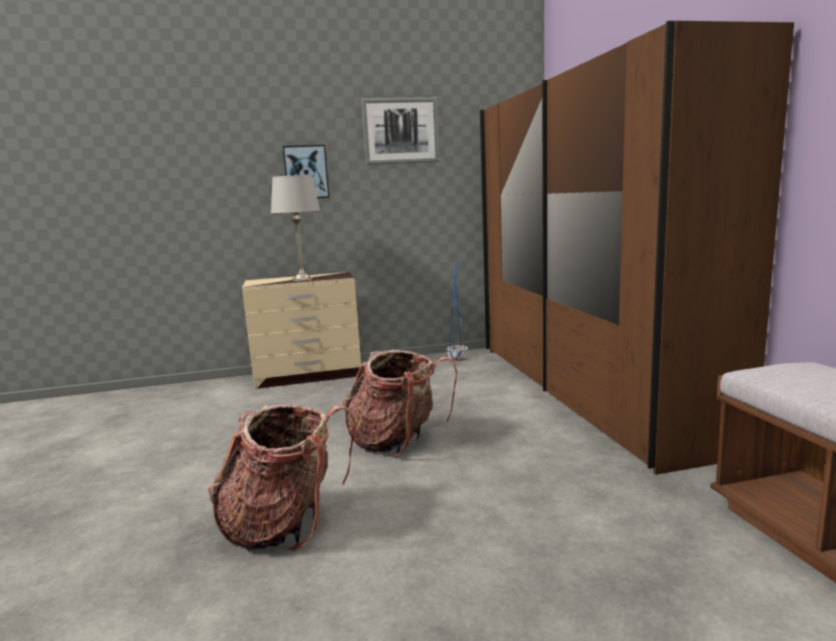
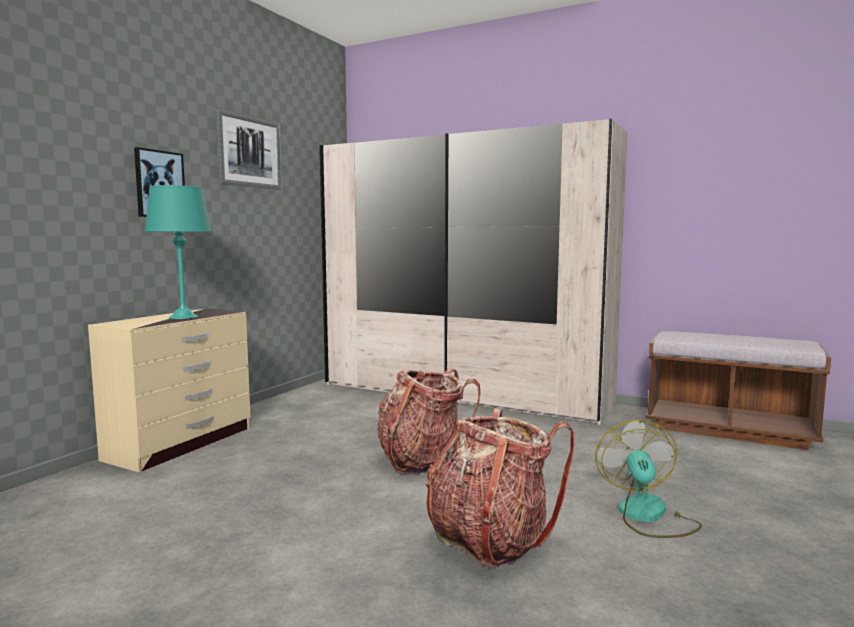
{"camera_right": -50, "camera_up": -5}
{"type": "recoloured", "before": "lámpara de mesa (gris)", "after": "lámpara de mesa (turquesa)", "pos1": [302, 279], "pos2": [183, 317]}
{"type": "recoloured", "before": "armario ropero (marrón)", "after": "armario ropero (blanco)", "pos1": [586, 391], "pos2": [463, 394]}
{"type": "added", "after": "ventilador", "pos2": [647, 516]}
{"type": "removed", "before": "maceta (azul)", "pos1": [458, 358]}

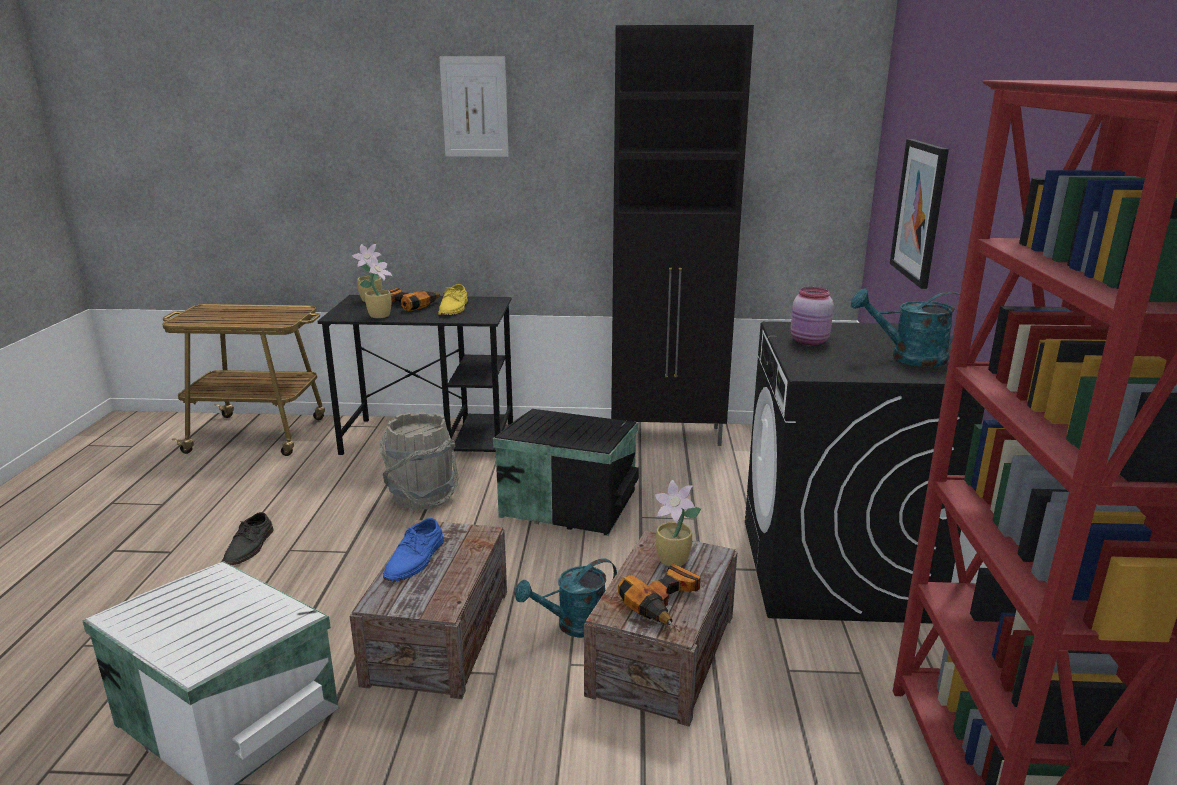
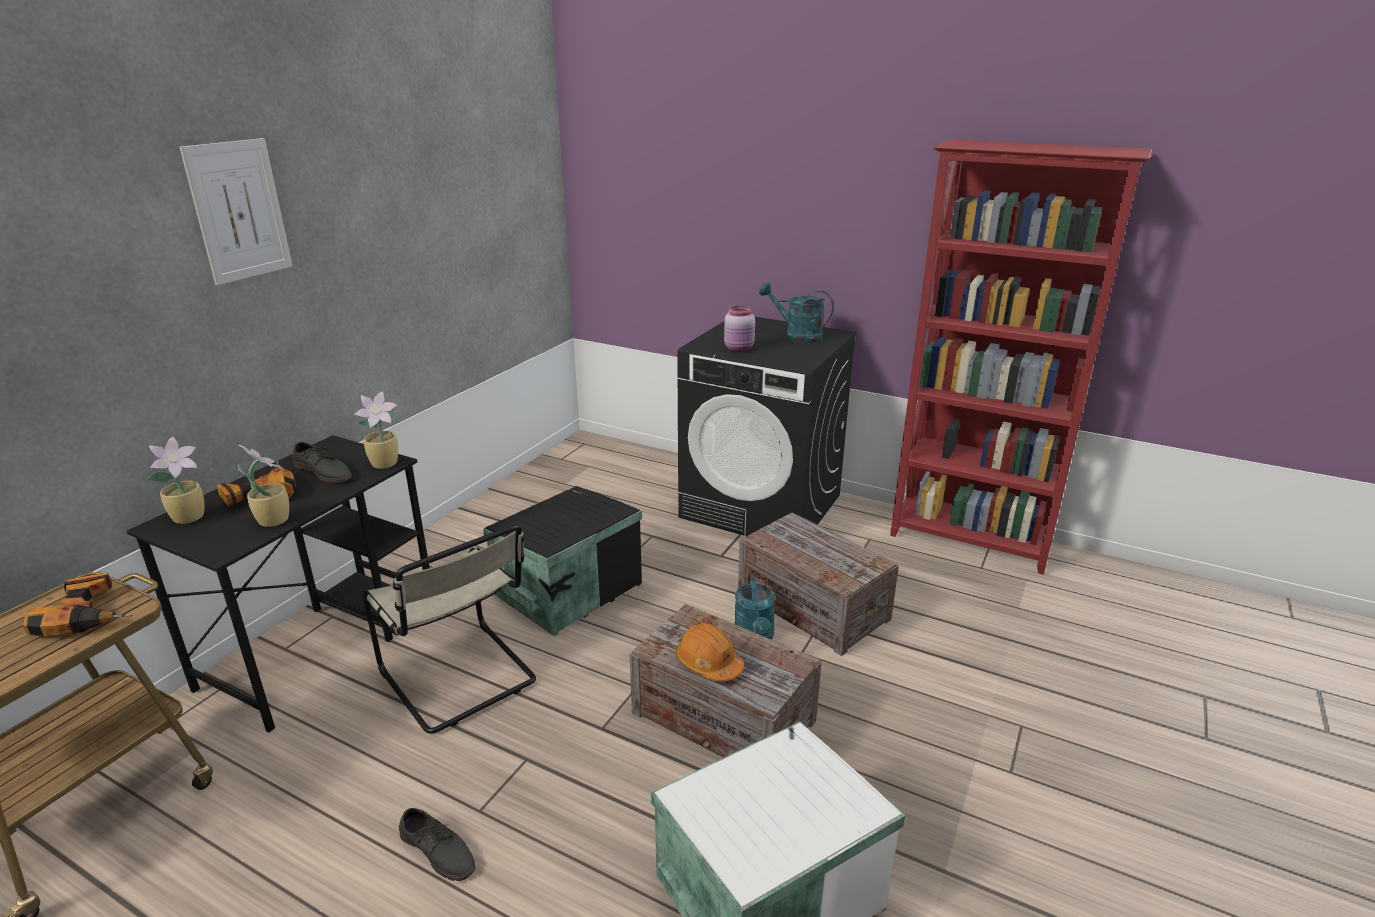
{"camera_right": -65, "camera_up": 5}
{"type": "moved", "before": "taladro", "pos1": [667, 605], "pos2": [90, 613]}
{"type": "recoloured", "before": "zapato (amarillo)", "after": "zapato (gris)", "pos1": [454, 308], "pos2": [324, 471]}
{"type": "moved", "before": "planta en maceta", "pos1": [673, 561], "pos2": [386, 464]}
{"type": "replaced", "before": "cubo (gris)", "after": "silla (beis)", "pos1": [422, 497], "pos2": [461, 679]}
{"type": "replaced", "before": "zapato (azul)", "after": "casco (naranja)", "pos1": [415, 559], "pos2": [708, 663]}
{"type": "turned", "before": "regadera (turquesa)", "pos1": [908, 358], "pos2": [797, 335], "turn": 90}
{"type": "removed", "before": "armario (negro)", "pos1": [668, 435]}
{"type": "removed", "before": "cuadro", "pos1": [919, 211]}

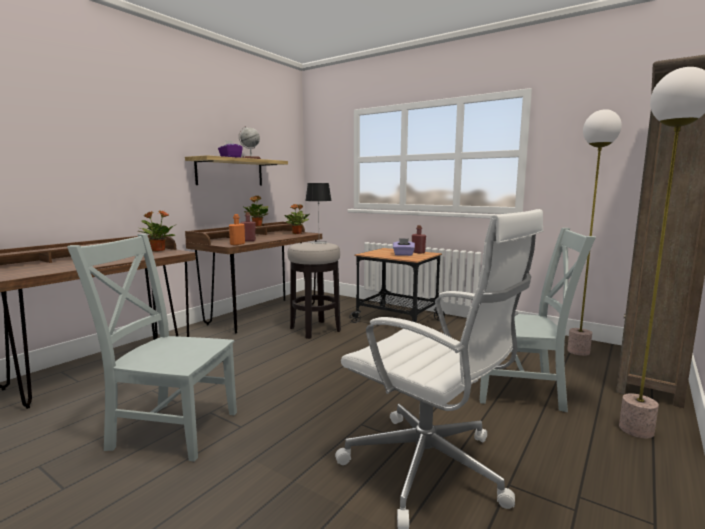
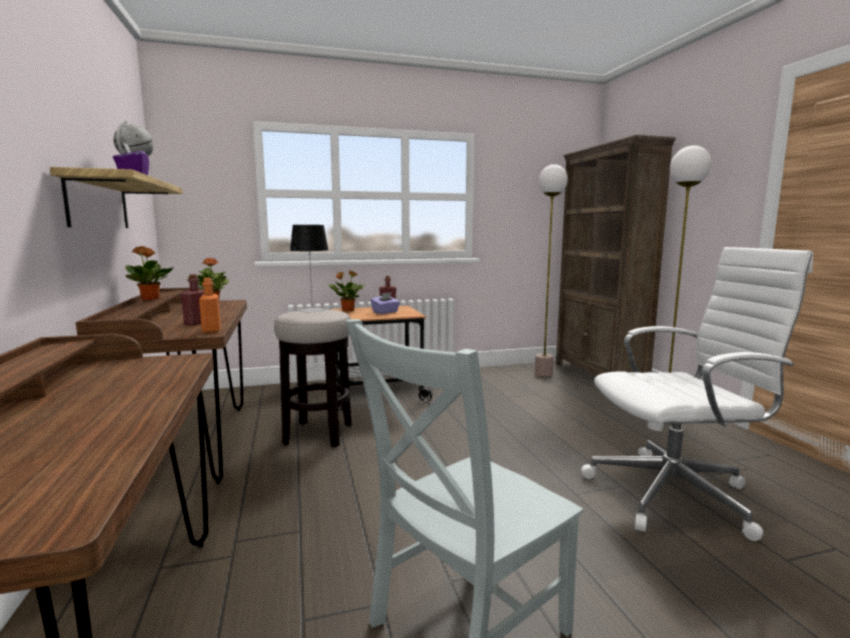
{"camera_right": -50, "camera_up": 0}
{"type": "moved", "before": "planta en maceta", "pos1": [158, 250], "pos2": [347, 310]}
{"type": "removed", "before": "silla (gris)", "pos1": [521, 390]}

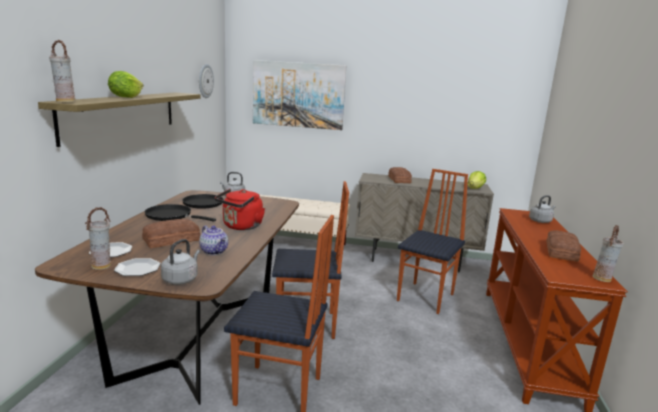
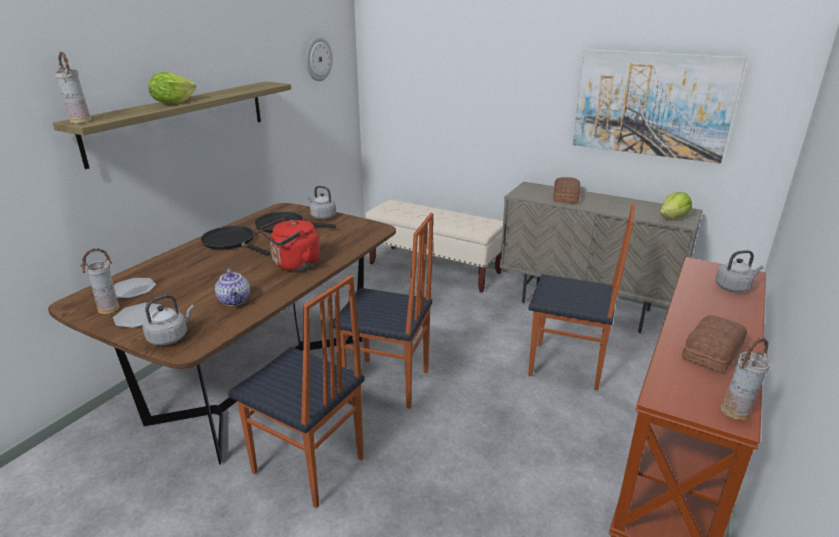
{"camera_right": 20, "camera_up": 10}
{"type": "turned", "before": "silla", "pos1": [426, 297], "pos2": [566, 367], "turn": 60}
{"type": "moved", "before": "cuadro", "pos1": [298, 95], "pos2": [652, 104]}
{"type": "removed", "before": "pan", "pos1": [170, 240]}

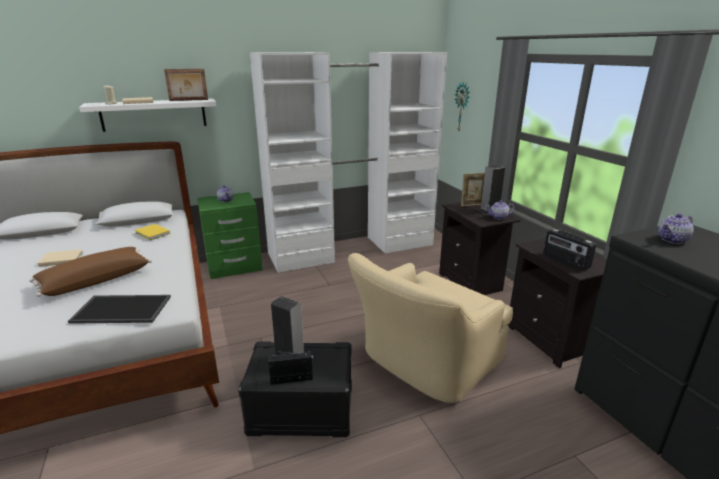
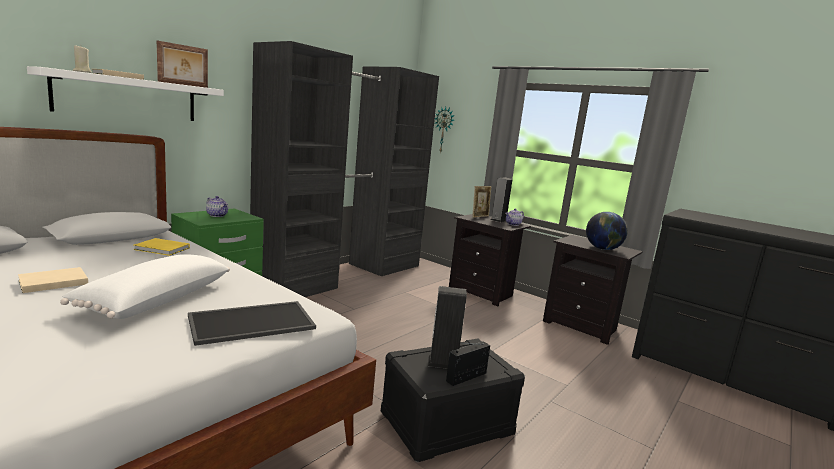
{"camera_right": -30, "camera_up": -10}
{"type": "recoloured", "before": "cojín (marrón)", "after": "cojín (blanco)", "pos1": [96, 280], "pos2": [154, 300]}
{"type": "recoloured", "before": "armario ropero (blanco)", "after": "armario ropero (negro)", "pos1": [353, 249], "pos2": [344, 275]}
{"type": "replaced", "before": "radio", "after": "globo terráqueo", "pos1": [565, 261], "pos2": [603, 249]}
{"type": "removed", "before": "sillón (beis)", "pos1": [424, 363]}
{"type": "removed", "before": "tetera", "pos1": [672, 240]}

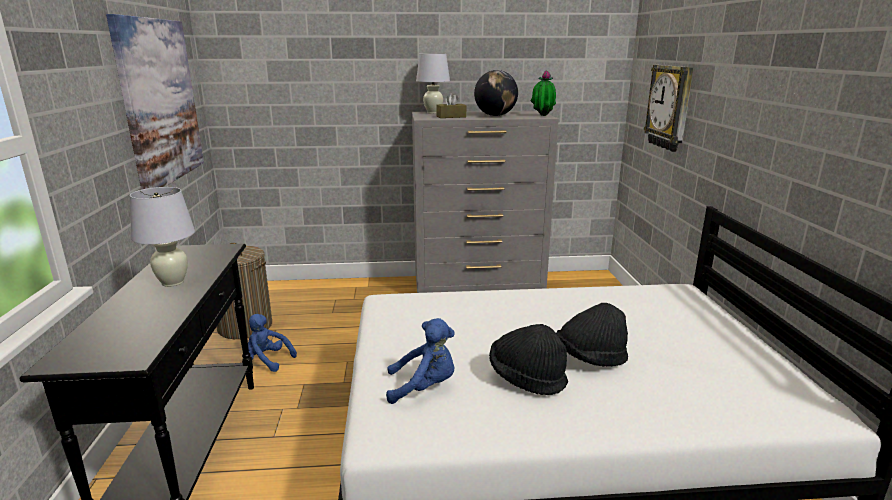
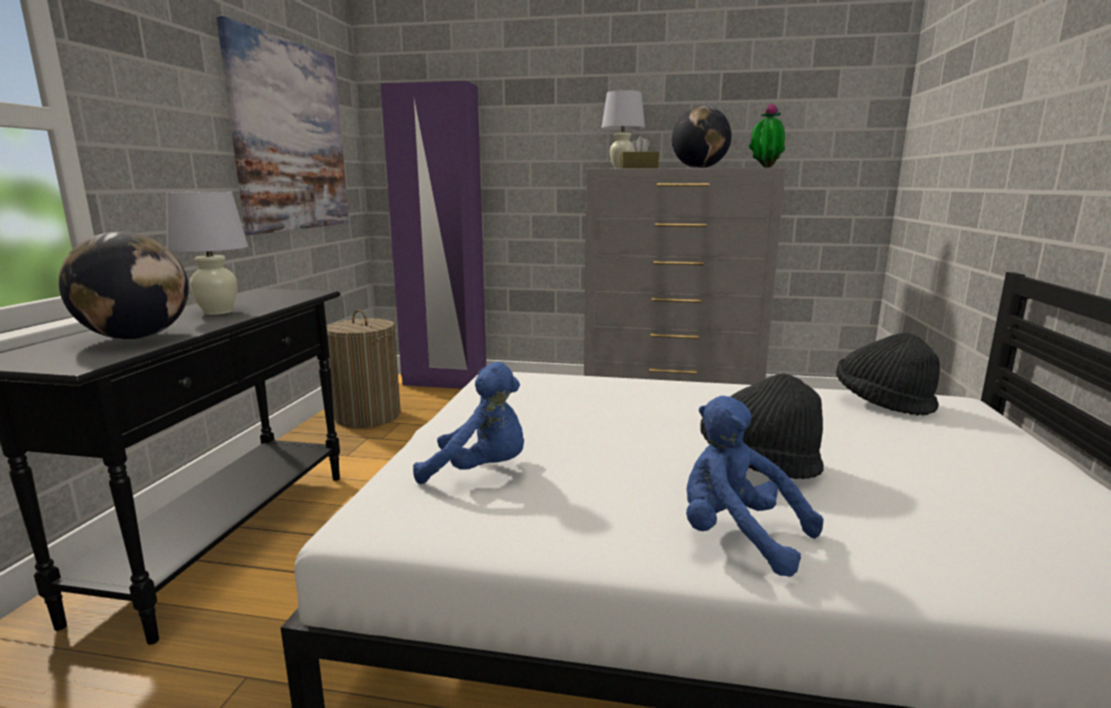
{"camera_right": 15, "camera_up": -5}
{"type": "added", "after": "globo terráqueo", "pos2": [136, 337]}
{"type": "added", "after": "armario ropero (morado)", "pos2": [444, 383]}
{"type": "moved", "before": "peluche (azul)", "pos1": [267, 361], "pos2": [737, 537]}
{"type": "moved", "before": "sombrero (negro)", "pos1": [526, 378], "pos2": [882, 402]}
{"type": "removed", "before": "reloj de pared", "pos1": [670, 107]}

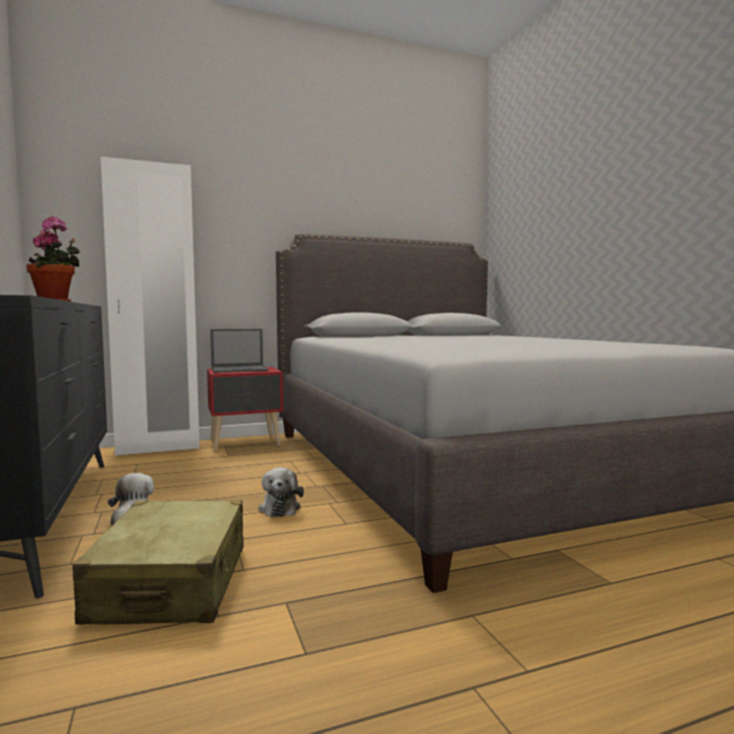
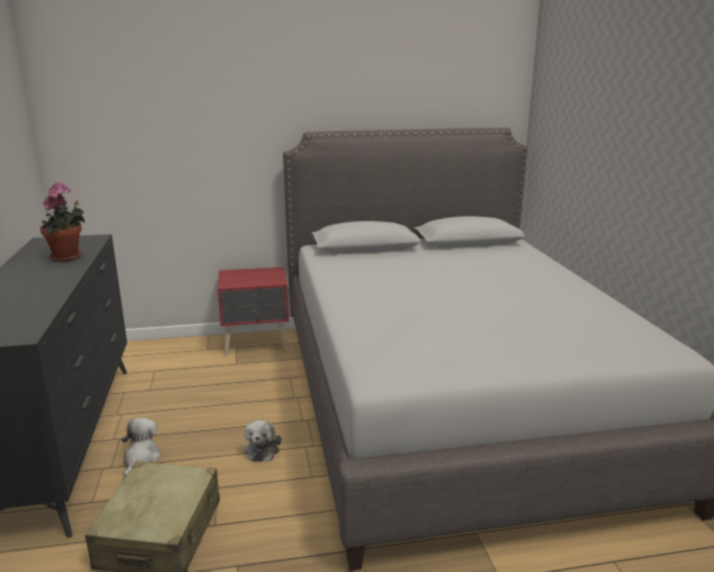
{"camera_right": 10, "camera_up": 15}
{"type": "removed", "before": "armario ropero (blanco)", "pos1": [158, 448]}
{"type": "removed", "before": "portátil", "pos1": [240, 369]}

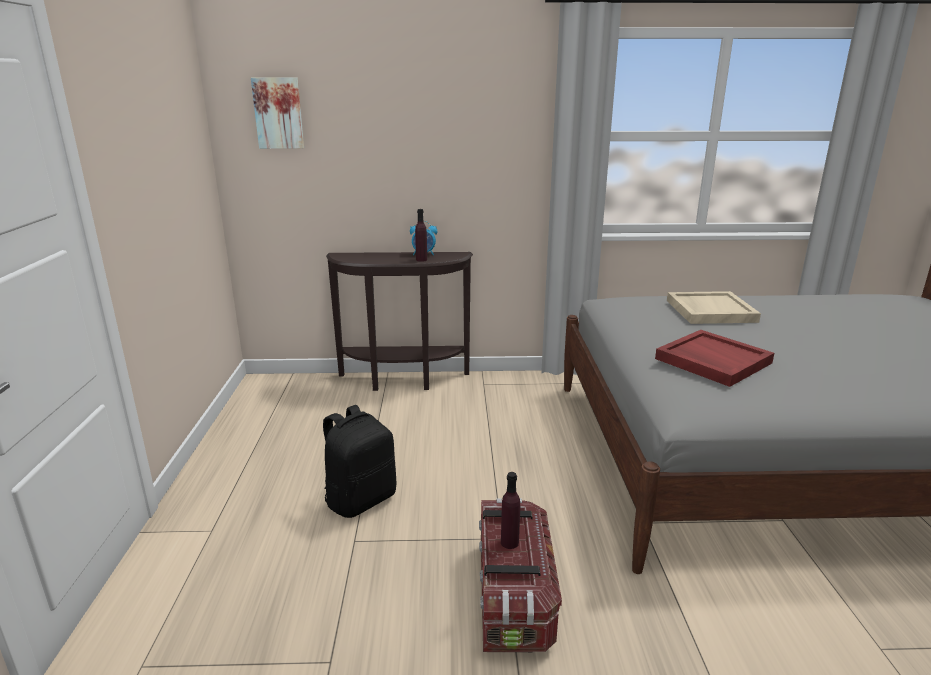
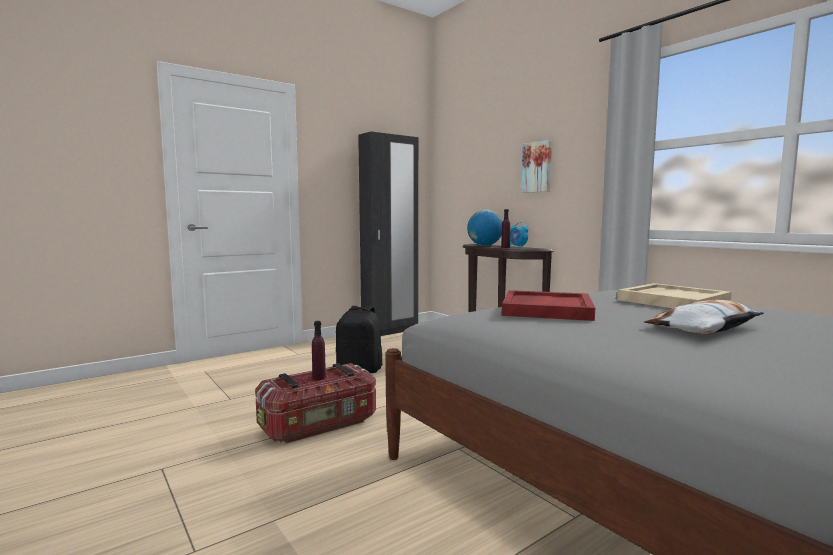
{"camera_right": 55, "camera_up": -15}
{"type": "added", "after": "armario ropero (negro)", "pos2": [390, 331]}
{"type": "added", "after": "globo terráqueo", "pos2": [484, 245]}
{"type": "moved", "before": "cuadro", "pos1": [278, 113], "pos2": [537, 167]}
{"type": "added", "after": "cojín", "pos2": [703, 328]}

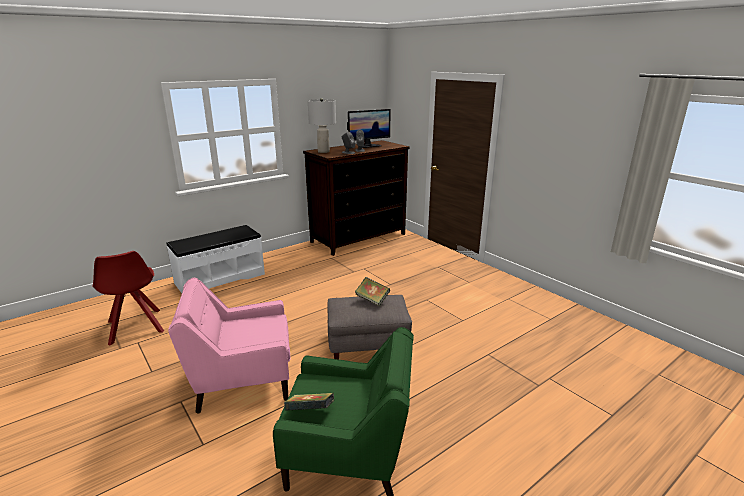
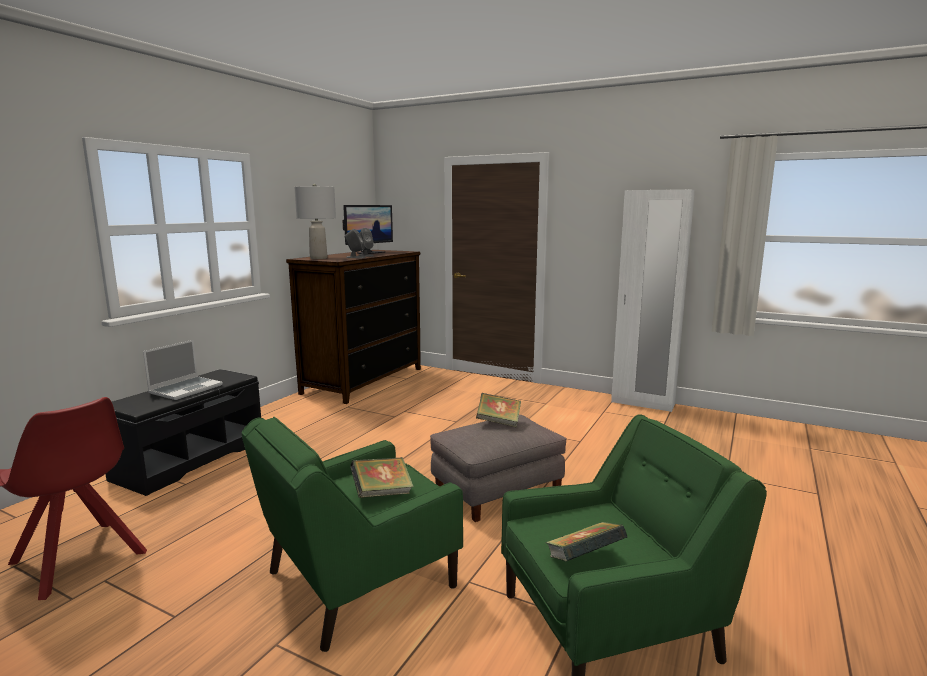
{"camera_right": -25, "camera_up": -10}
{"type": "recoloured", "before": "banco (blanco)", "after": "banco (negro)", "pos1": [220, 278], "pos2": [190, 459]}
{"type": "added", "after": "portátil", "pos2": [186, 389]}
{"type": "recoloured", "before": "sillón (rosa)", "after": "sillón (verde)", "pos1": [242, 380], "pos2": [357, 581]}
{"type": "added", "after": "libro", "pos2": [382, 493]}
{"type": "added", "after": "armario ropero (blanco)", "pos2": [642, 403]}

